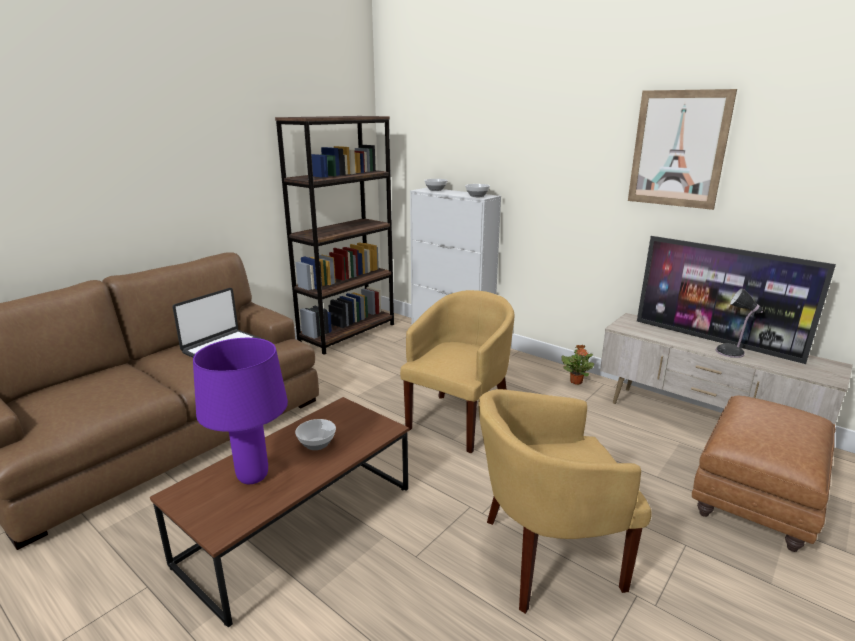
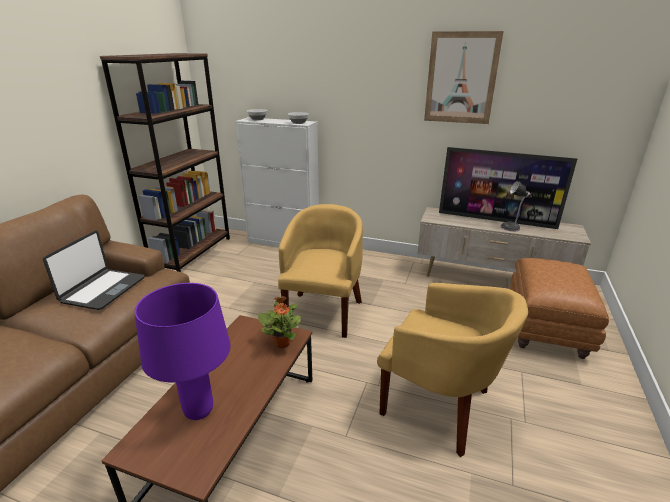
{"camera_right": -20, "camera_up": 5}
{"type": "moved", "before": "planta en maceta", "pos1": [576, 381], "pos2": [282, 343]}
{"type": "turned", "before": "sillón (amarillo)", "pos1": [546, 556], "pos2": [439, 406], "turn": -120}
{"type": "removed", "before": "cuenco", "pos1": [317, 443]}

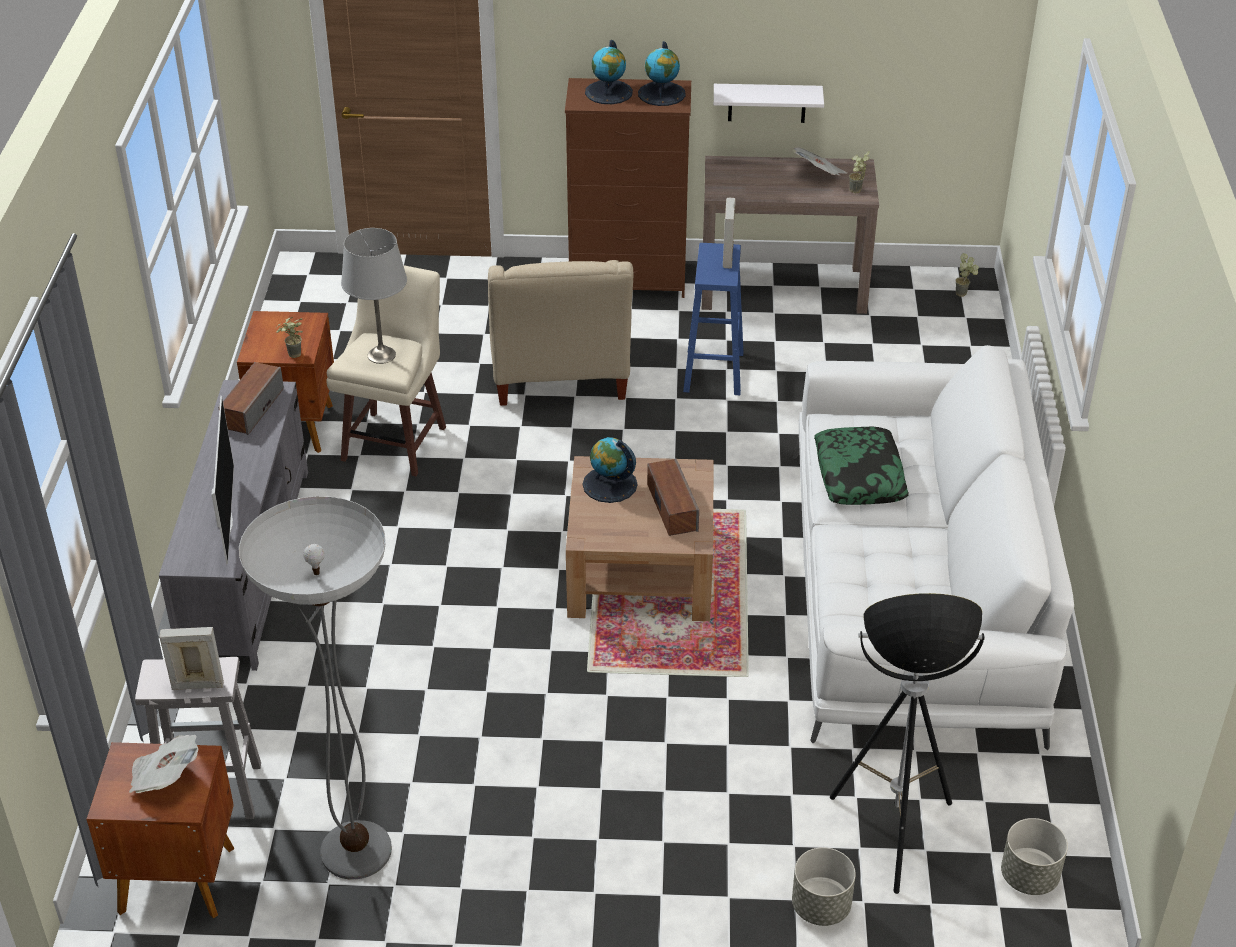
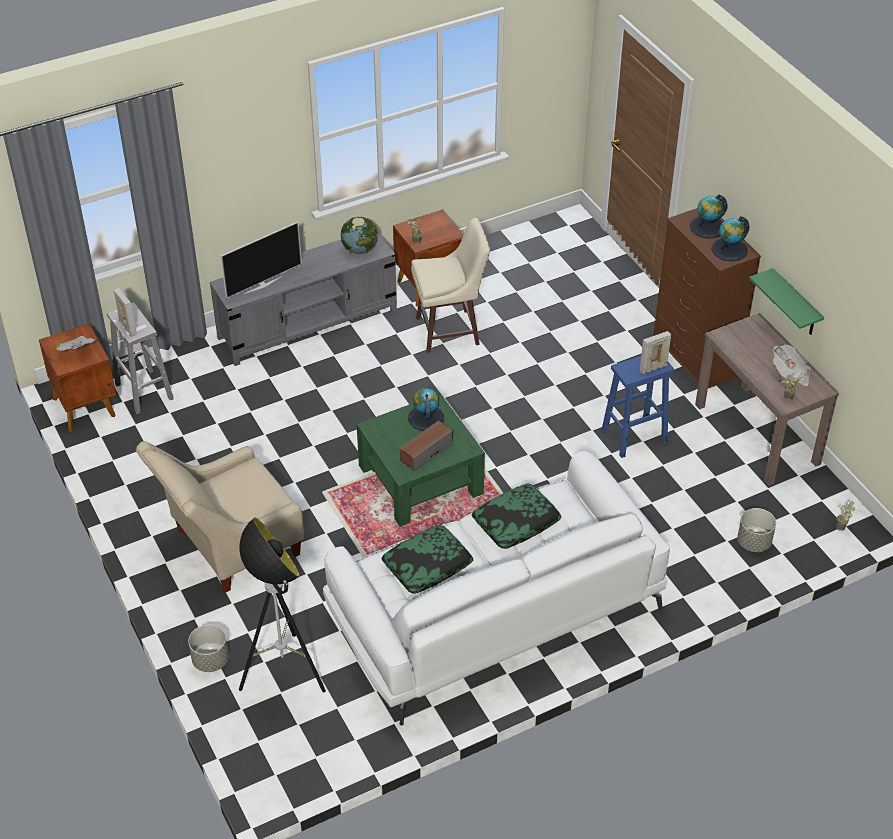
{"camera_right": 60, "camera_up": 5}
{"type": "moved", "before": "sillón (beis)", "pos1": [559, 377], "pos2": [229, 547]}
{"type": "replaced", "before": "altavoz", "after": "globo terráqueo", "pos1": [252, 408], "pos2": [360, 249]}
{"type": "recoloured", "before": "mesa de centro (marrón)", "after": "mesa de centro (verde)", "pos1": [640, 571], "pos2": [420, 479]}
{"type": "added", "after": "cojín", "pos2": [427, 565]}
{"type": "moved", "before": "maceta (gris)", "pos1": [1029, 877], "pos2": [754, 542]}
{"type": "recoloured", "before": "estante (blanco)", "after": "estante (verde)", "pos1": [767, 103], "pos2": [795, 304]}
{"type": "removed", "before": "lámpara de pie", "pos1": [356, 850]}
{"type": "removed", "before": "lámpara de mesa (gris)", "pos1": [381, 355]}

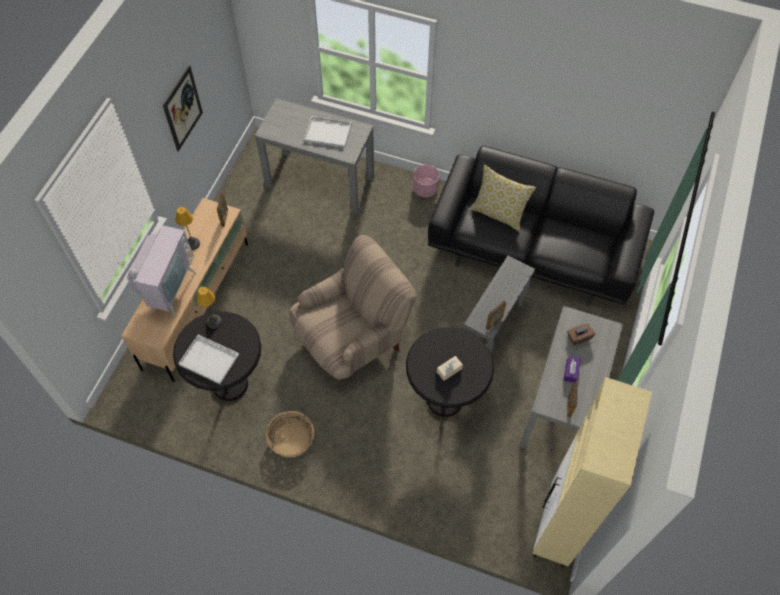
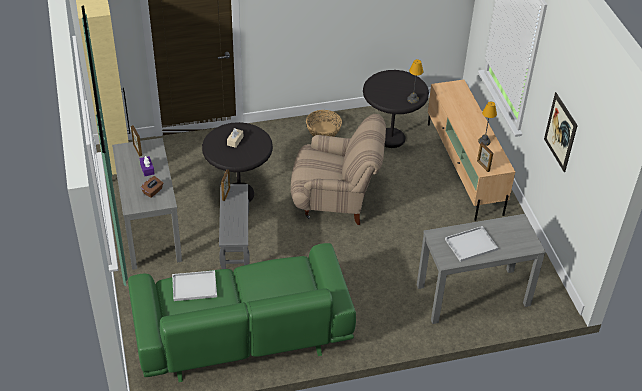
{"camera_right": 145, "camera_up": -15}
{"type": "recoloured", "before": "sofá (negro)", "after": "sofá (verde)", "pos1": [534, 249], "pos2": [241, 332]}
{"type": "moved", "before": "bandeja (blanco)", "pos1": [208, 360], "pos2": [195, 286]}
{"type": "turned", "before": "sillón (beis)", "pos1": [353, 338], "pos2": [336, 199], "turn": -105}
{"type": "removed", "before": "televisor", "pos1": [170, 290]}
{"type": "removed", "before": "maceta (rosa)", "pos1": [425, 189]}
{"type": "removed", "before": "cojín", "pos1": [499, 214]}

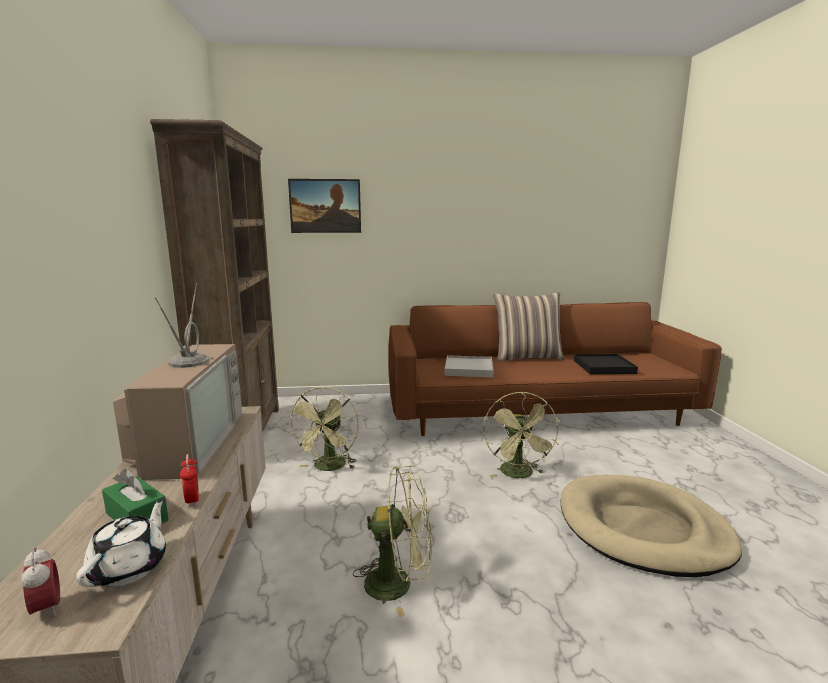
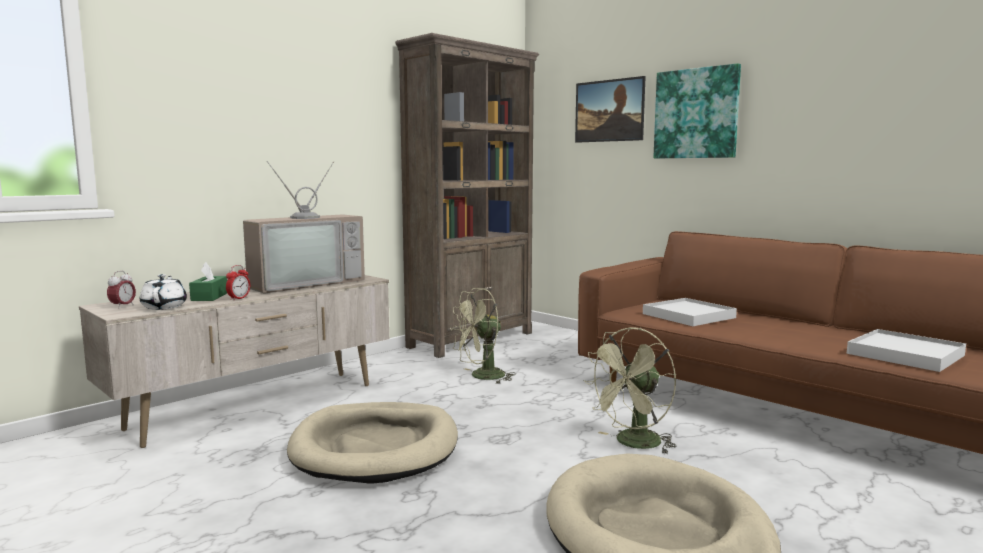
{"camera_right": 50, "camera_up": -5}
{"type": "turned", "before": "tetera (blanco)", "pos1": [130, 567], "pos2": [164, 306], "turn": -75}
{"type": "replaced", "before": "ventilador (verde)", "after": "cama para perro (beis)", "pos1": [399, 583], "pos2": [376, 447]}
{"type": "added", "after": "cuadro", "pos2": [696, 113]}
{"type": "recoloured", "before": "bandeja (negro)", "after": "bandeja (blanco)", "pos1": [603, 367], "pos2": [905, 354]}
{"type": "removed", "before": "cojín", "pos1": [527, 357]}

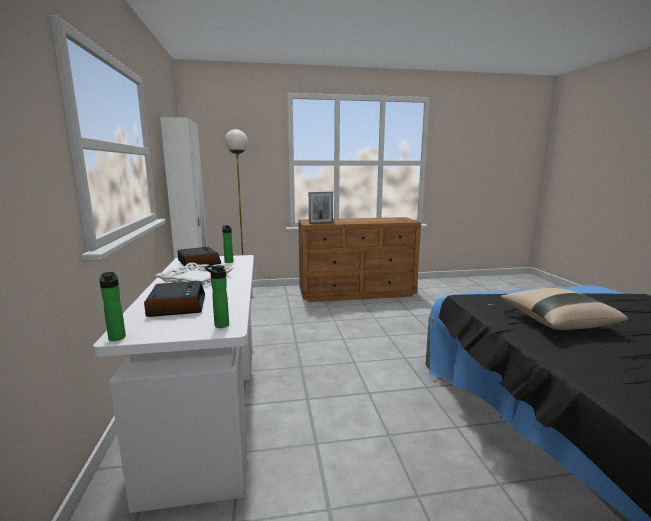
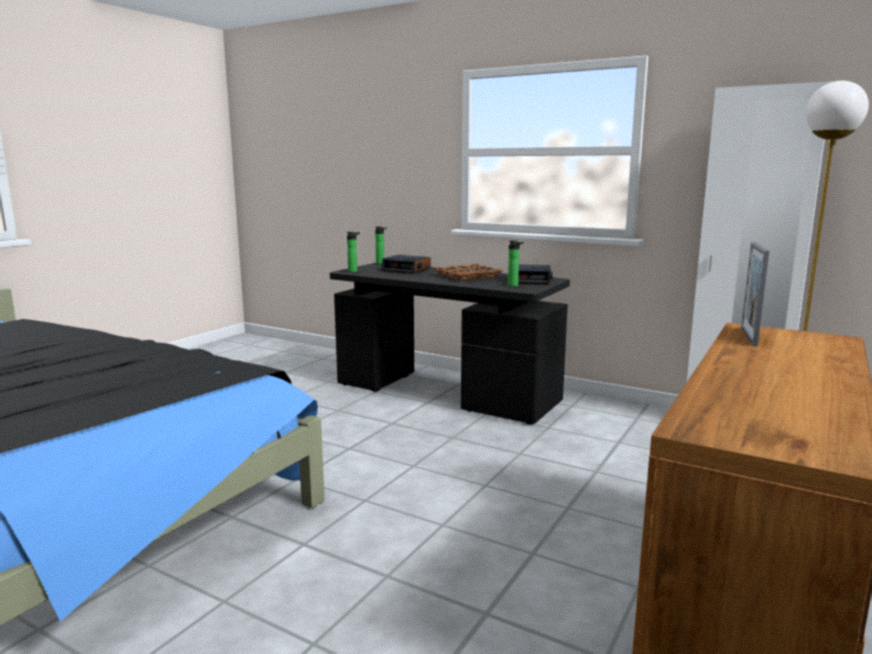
{"camera_right": 130, "camera_up": 0}
{"type": "recoloured", "before": "escritorio (blanco)", "after": "escritorio (negro)", "pos1": [209, 406], "pos2": [445, 393]}
{"type": "recoloured", "before": "bandeja (blanco)", "after": "bandeja (marrón)", "pos1": [197, 278], "pos2": [467, 276]}
{"type": "removed", "before": "cojín (beis)", "pos1": [556, 322]}

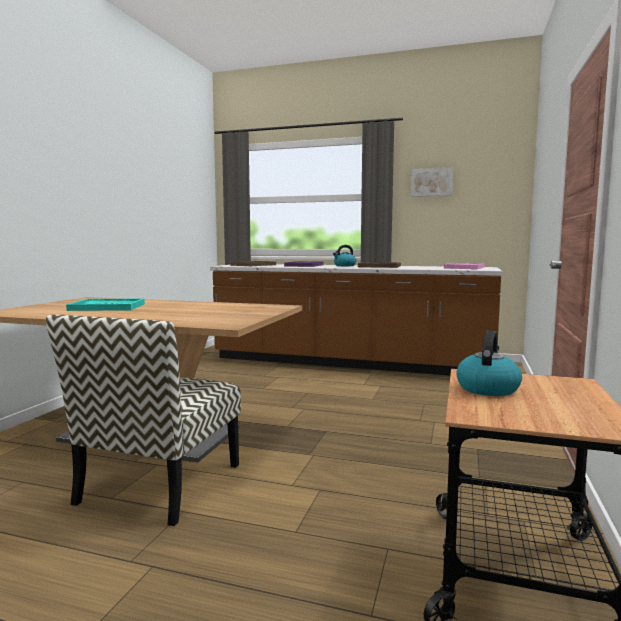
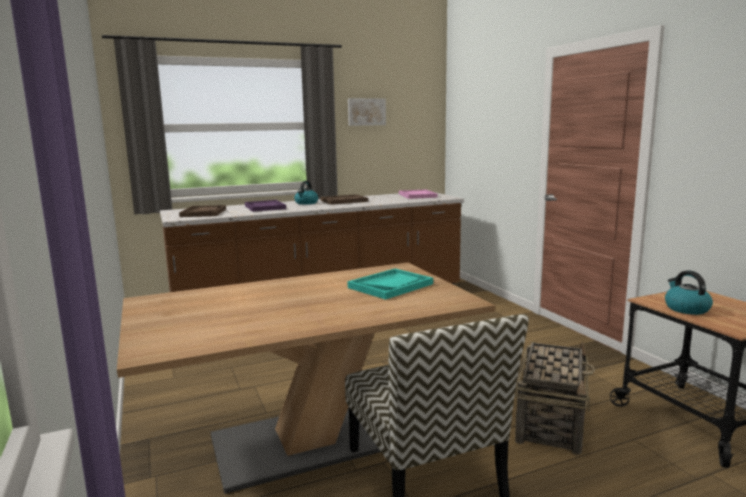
{"camera_right": -40, "camera_up": 5}
{"type": "moved", "before": "bandeja (turquesa)", "pos1": [107, 307], "pos2": [390, 286]}
{"type": "added", "after": "cesta", "pos2": [550, 422]}

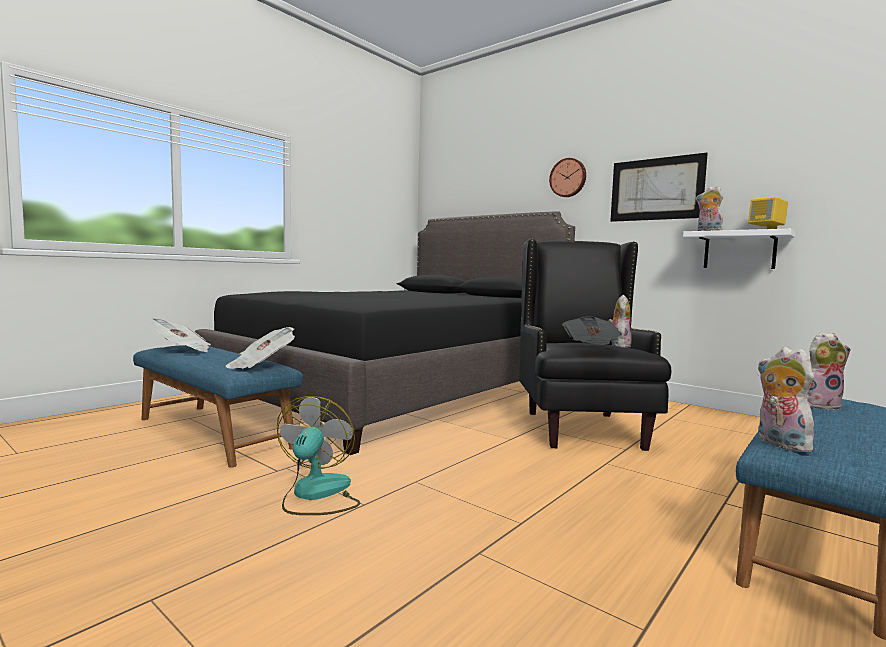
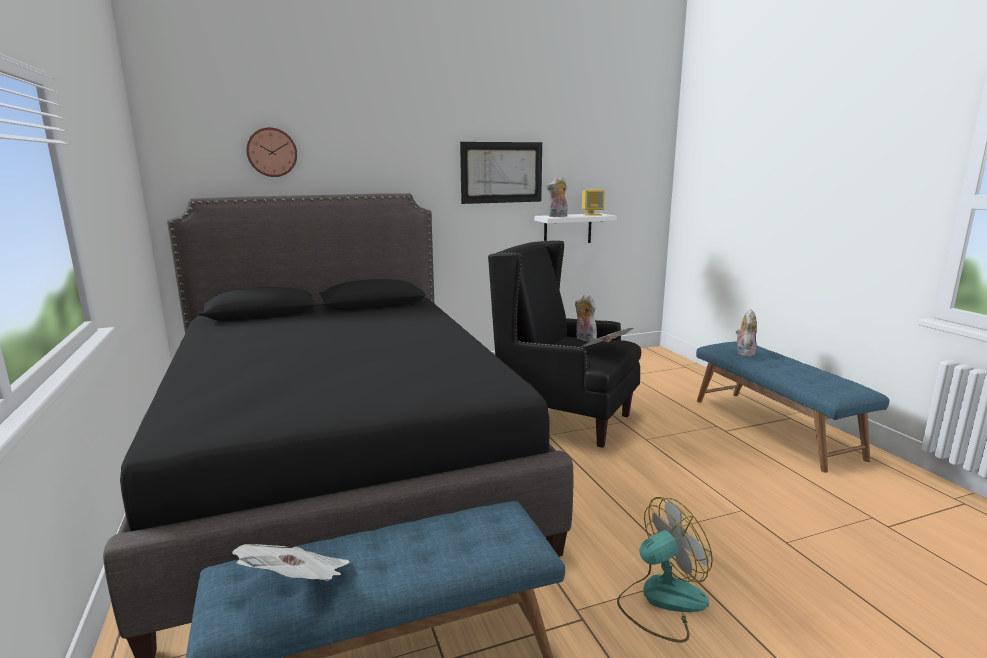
{"camera_right": -60, "camera_up": 10}
{"type": "moved", "before": "reloj de pared", "pos1": [568, 178], "pos2": [272, 152]}
{"type": "turned", "before": "ventilador", "pos1": [316, 494], "pos2": [661, 600], "turn": 120}
{"type": "removed", "before": "periódico", "pos1": [261, 365]}
{"type": "removed", "before": "peluche", "pos1": [779, 444]}

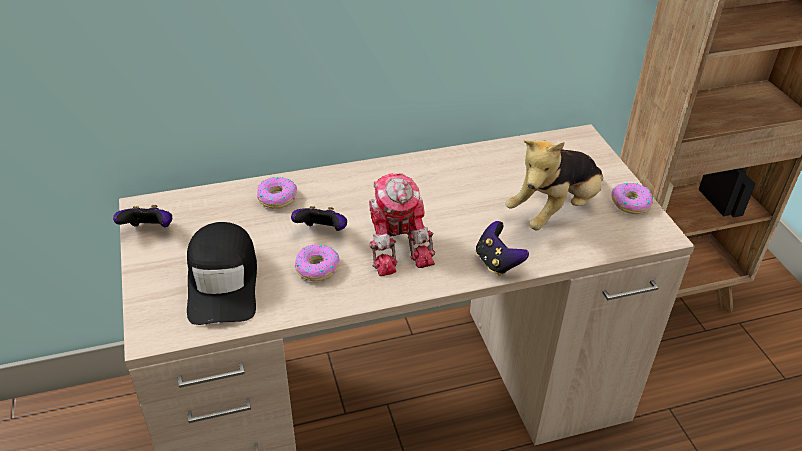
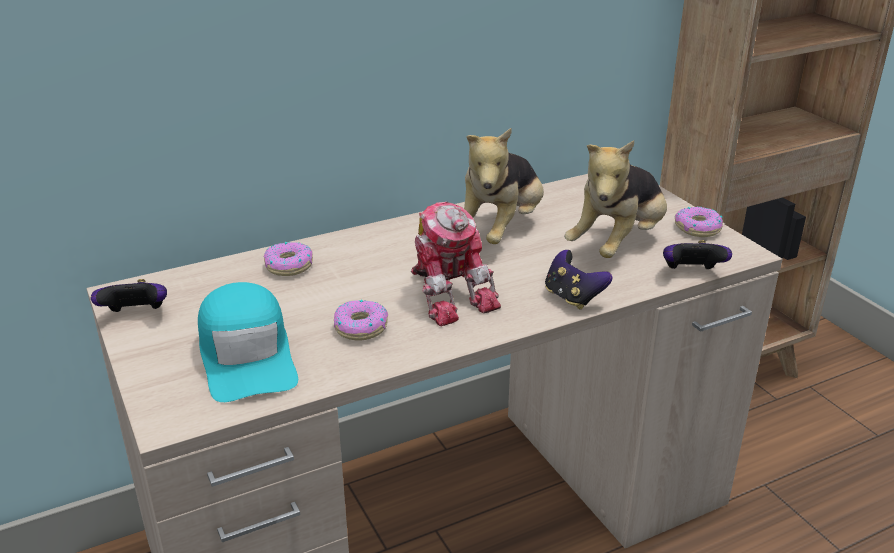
{"camera_right": -10, "camera_up": -10}
{"type": "recoloured", "before": "gorra (negro)", "after": "gorra (turquesa)", "pos1": [223, 282], "pos2": [247, 355]}
{"type": "added", "after": "peluche", "pos2": [501, 230]}
{"type": "moved", "before": "mando de consola", "pos1": [322, 232], "pos2": [691, 273]}

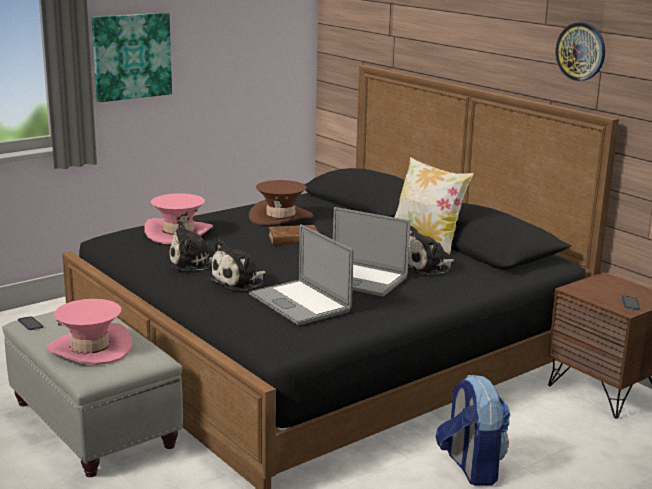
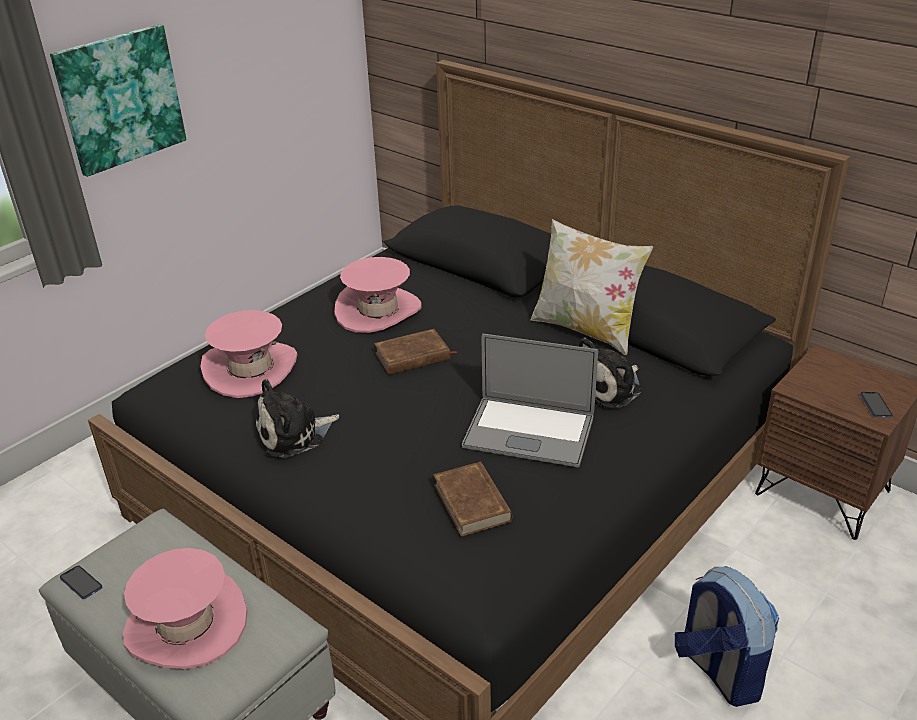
{"camera_right": -10, "camera_up": 15}
{"type": "recoloured", "before": "sombrero (marrón)", "after": "sombrero (rosa)", "pos1": [280, 217], "pos2": [378, 311]}
{"type": "replaced", "before": "portátil", "after": "libro (marrón)", "pos1": [299, 302], "pos2": [472, 502]}
{"type": "removed", "before": "peluche", "pos1": [239, 281]}
{"type": "removed", "before": "reloj de pared", "pos1": [581, 51]}

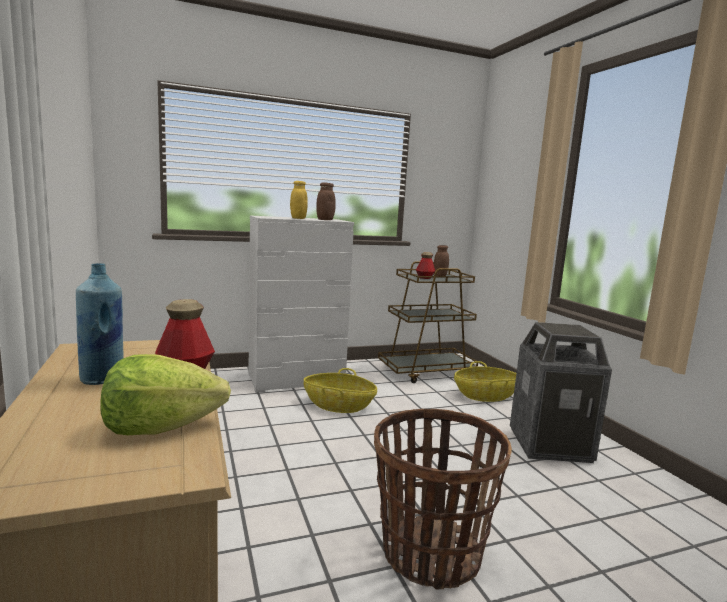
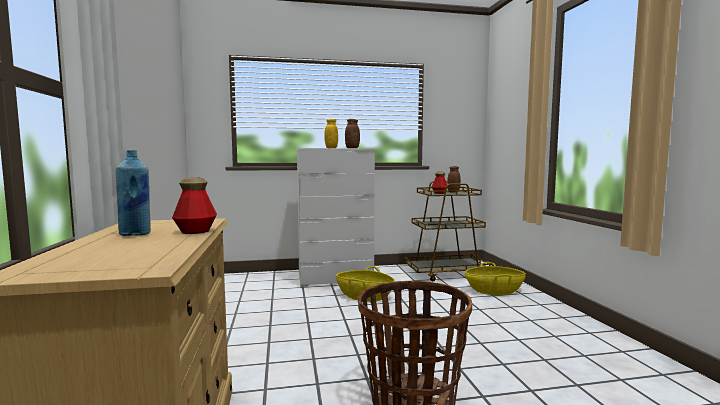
{"camera_right": 10, "camera_up": -5}
{"type": "removed", "before": "lechuga", "pos1": [161, 427]}
{"type": "removed", "before": "papelera", "pos1": [550, 445]}

